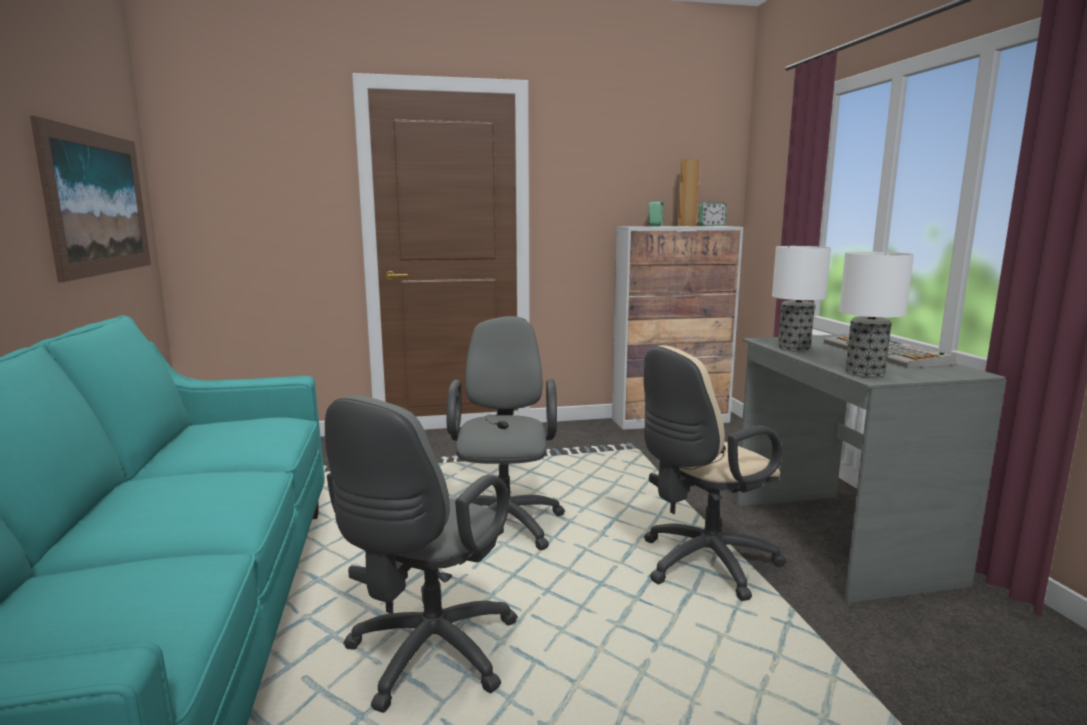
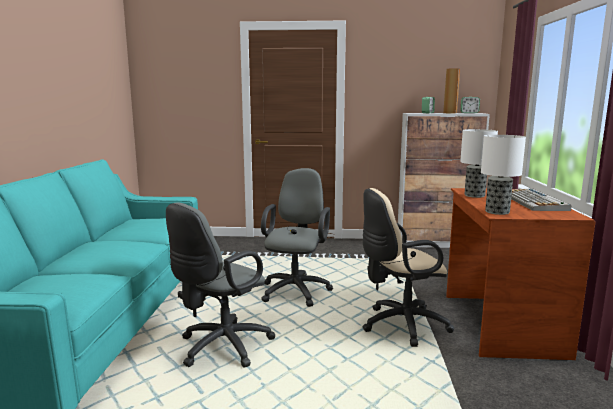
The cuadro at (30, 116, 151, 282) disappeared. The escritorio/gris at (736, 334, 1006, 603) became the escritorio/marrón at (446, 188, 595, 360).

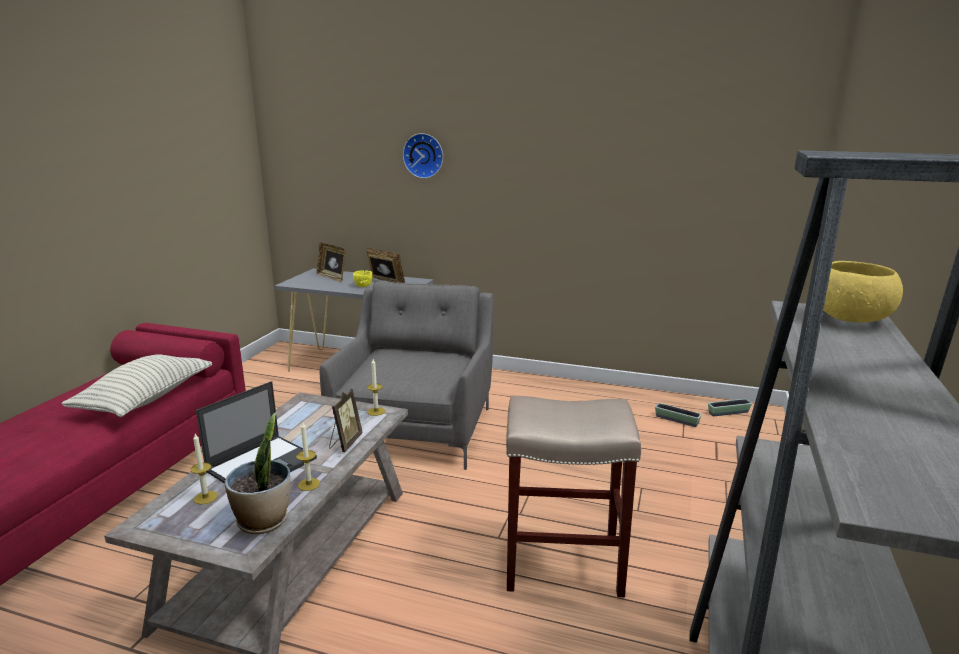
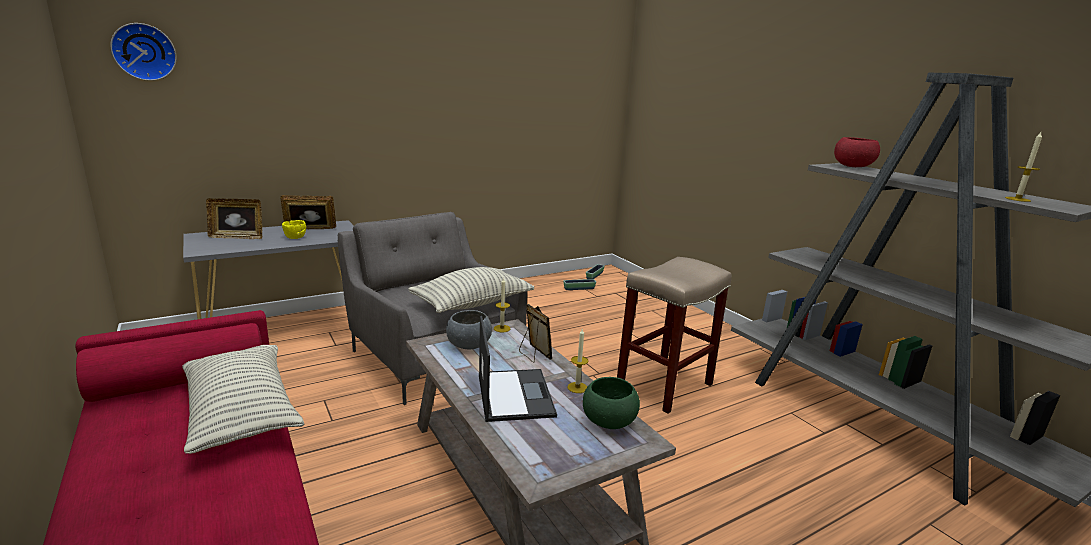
The cojín at (408, 267, 534, 313) appeared. The cuenco/gris at (446, 310, 492, 350) appeared. The vela moved from (190, 434, 218, 504) to (1005, 132, 1042, 202). The reloj de pared moved from (403, 133, 443, 179) to (110, 23, 177, 81). The planta en maceta at (225, 412, 290, 534) was replaced by the cuenco/verde at (583, 377, 640, 429). The cuenco/amarillo at (823, 261, 903, 323) became the cuenco/rojo at (834, 137, 880, 167).

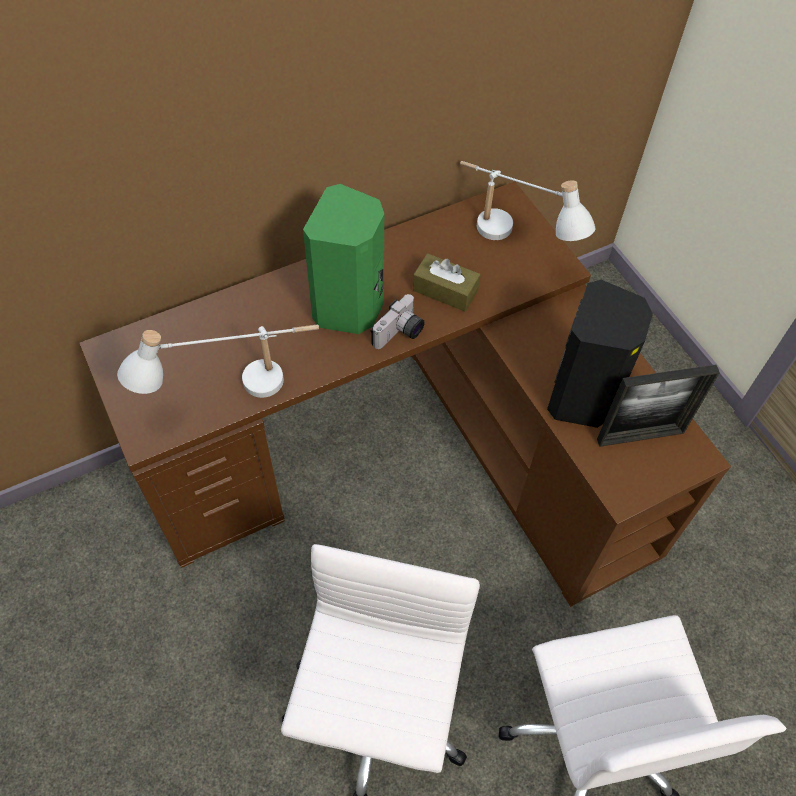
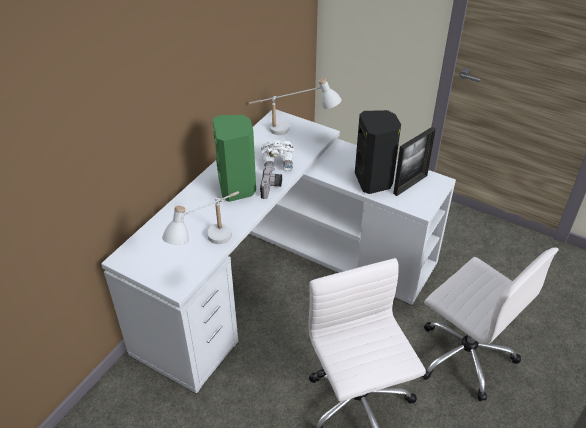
The caja de pañuelos/marrón at (413, 253, 481, 312) was replaced by the prismáticos/blanco at (261, 140, 294, 171). The escritorio/marrón at (79, 181, 731, 607) became the escritorio/blanco at (101, 109, 456, 395).

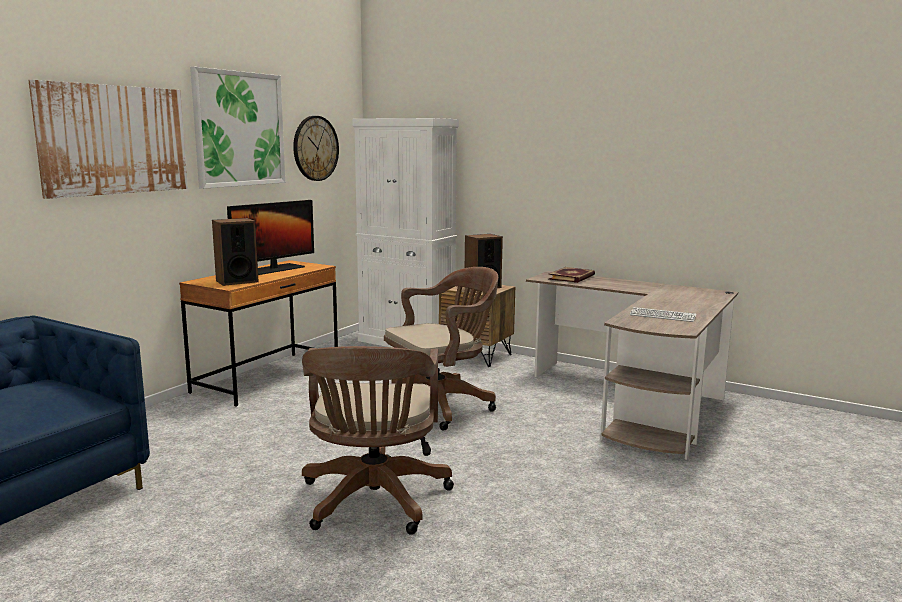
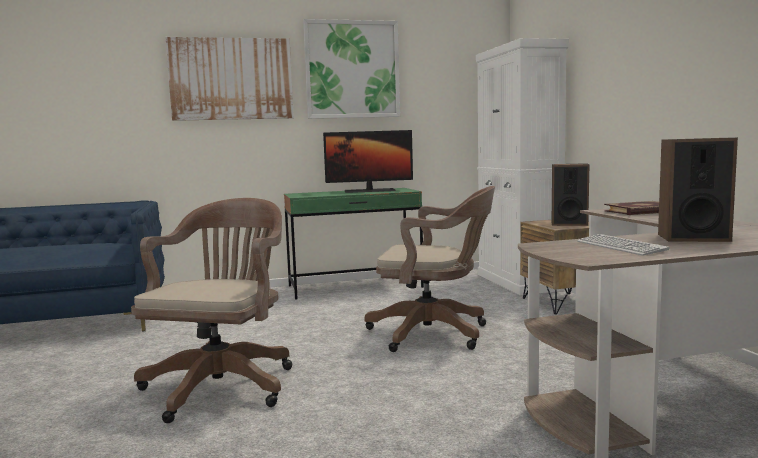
The reloj de pared at (293, 116, 339, 181) disappeared. The altavoz moved from (212, 218, 259, 286) to (658, 138, 738, 242). The escritorio/marrón at (179, 260, 338, 407) became the escritorio/verde at (284, 188, 424, 300). The silla de oficina/marrón at (302, 346, 454, 535) turned 150 degrees clockwise.

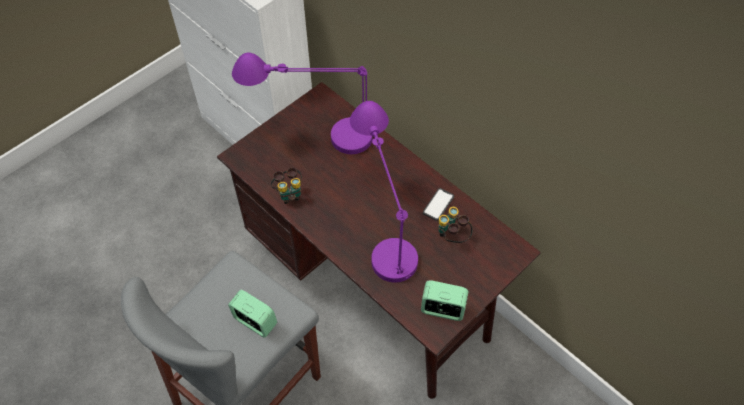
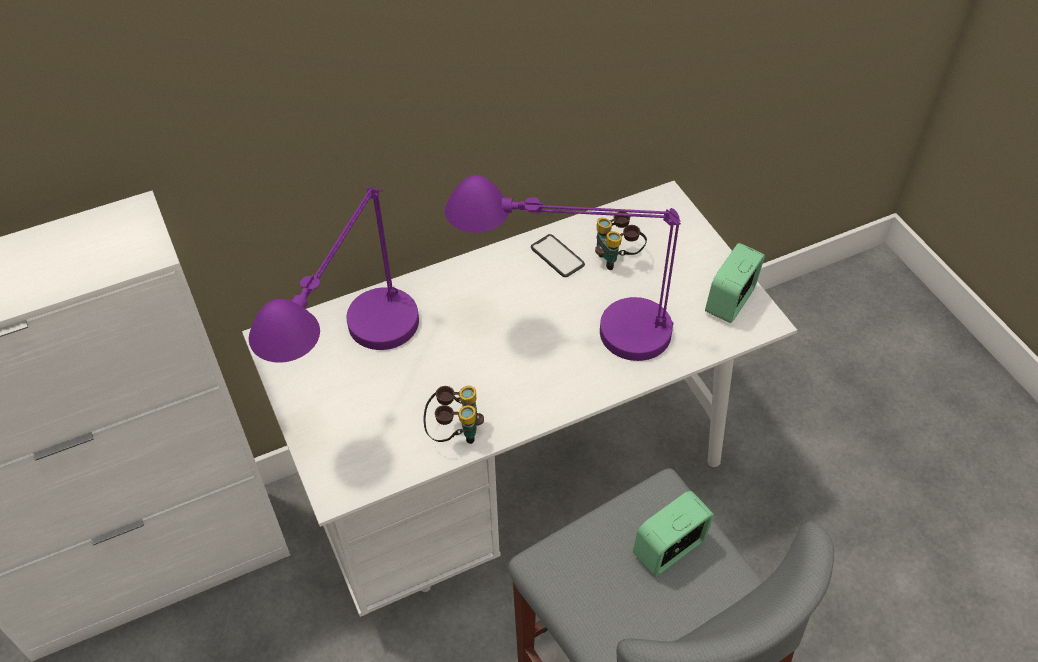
The escritorio/marrón at (217, 82, 541, 399) became the escritorio/blanco at (242, 181, 797, 617).

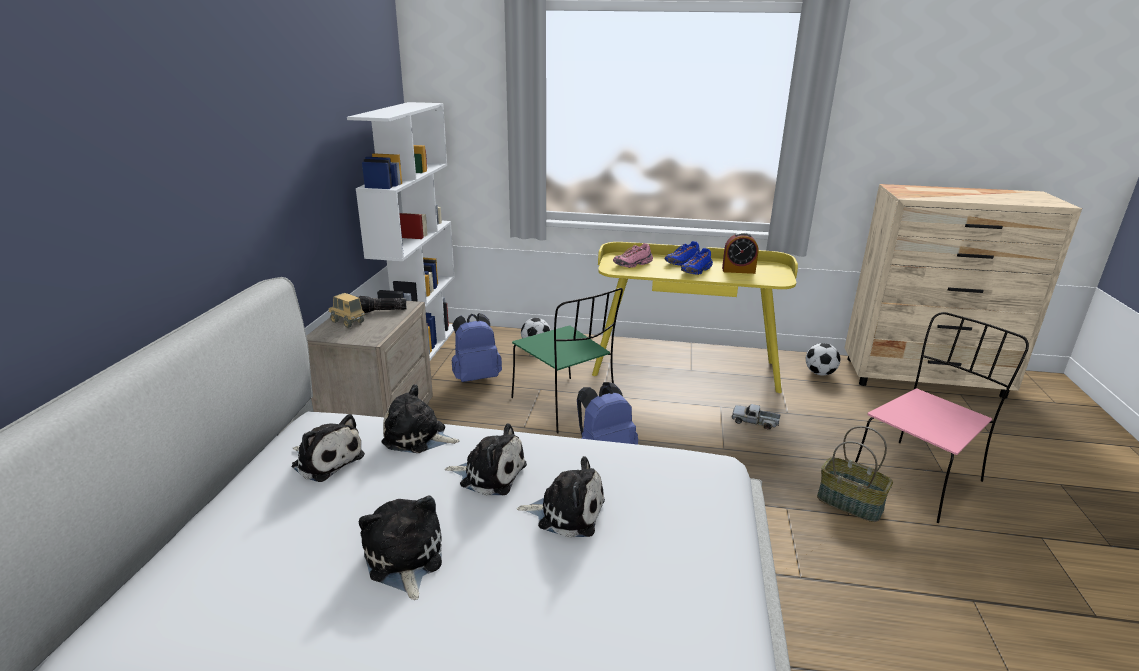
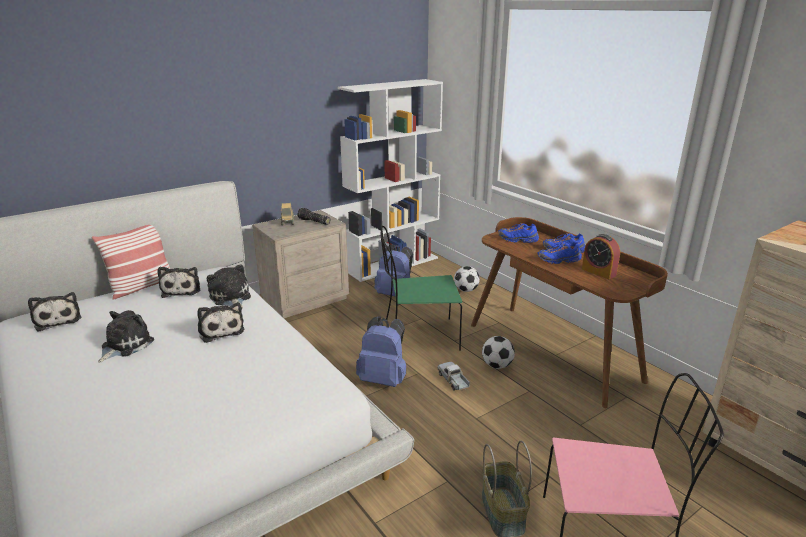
The cojín at (92, 225, 170, 300) appeared. The peluche moved from (517, 456, 605, 538) to (28, 292, 81, 332). The camión de juguete moved from (732, 404, 780, 430) to (438, 362, 470, 391). The balón de fútbol moved from (806, 343, 840, 376) to (482, 336, 515, 369). The escritorio/amarillo at (592, 242, 798, 393) became the escritorio/marrón at (471, 217, 668, 408). The zapato/rosa at (613, 243, 653, 268) became the zapato/azul at (498, 223, 539, 243). The silla/verde at (511, 288, 623, 433) turned 75 degrees clockwise.

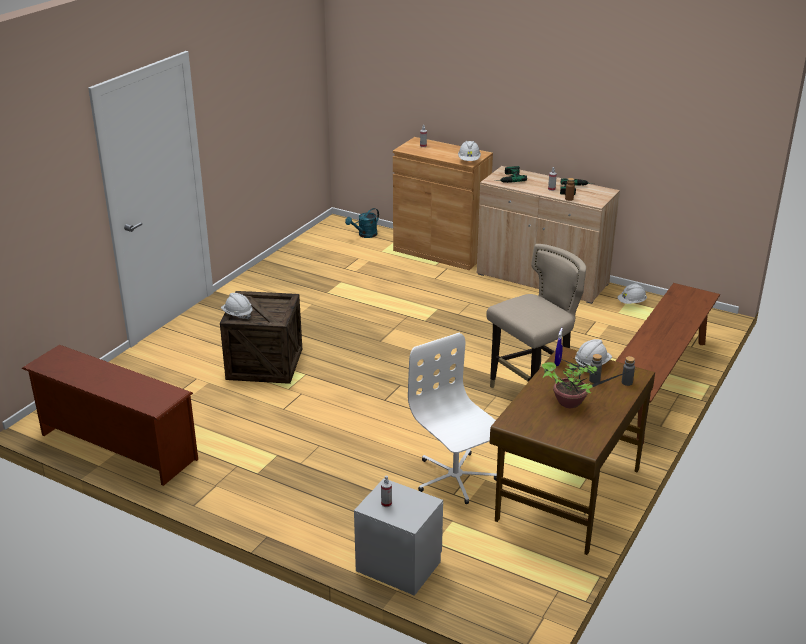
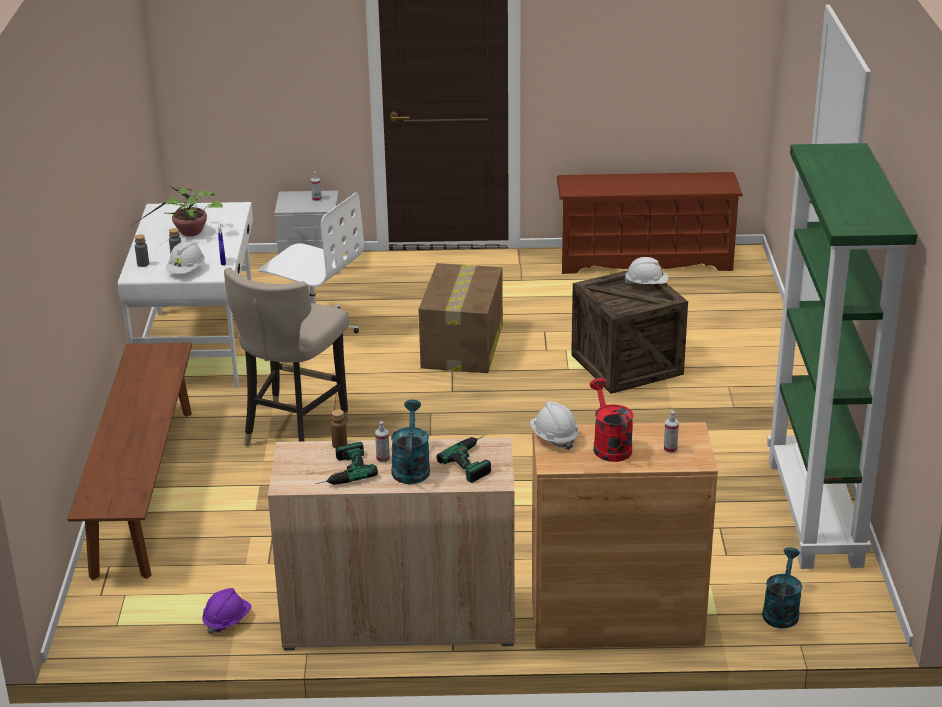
The regadera/turquesa at (391, 399, 430, 484) appeared. The caja de cartón at (418, 263, 503, 373) appeared. The regadera/rojo at (590, 378, 634, 462) appeared. The estantería/verde at (767, 143, 917, 569) appeared. The escritorio/marrón at (490, 347, 655, 555) became the escritorio/blanco at (118, 202, 253, 388). The casco/blanco at (618, 283, 647, 304) became the casco/morado at (202, 588, 252, 635).

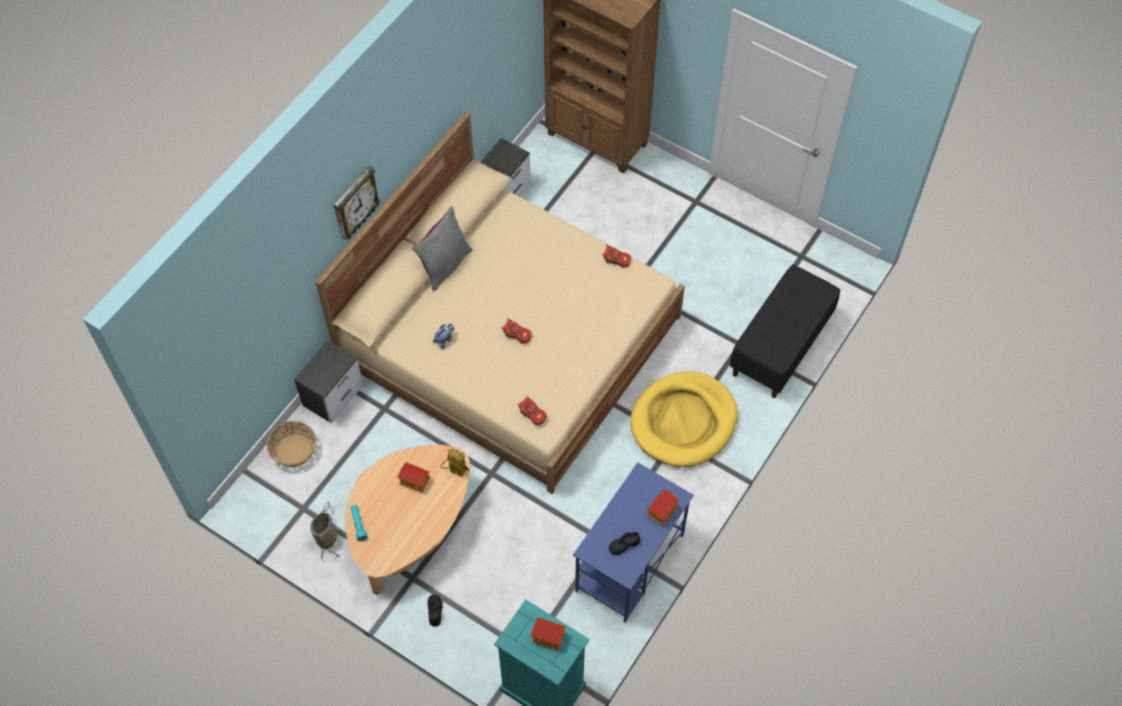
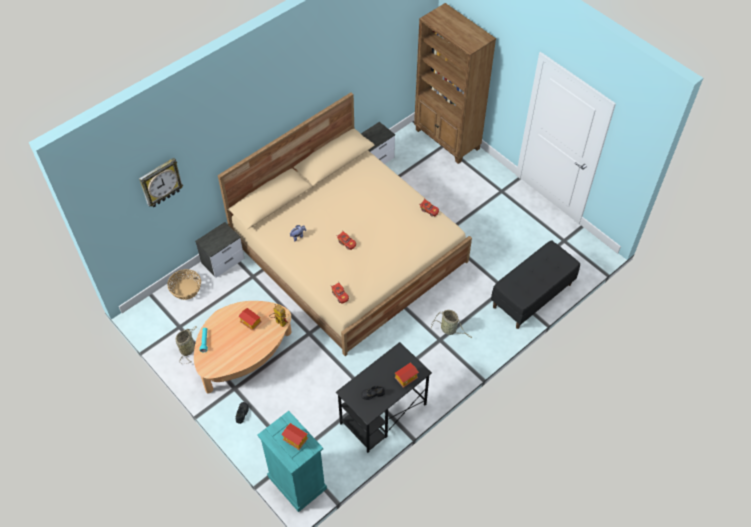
The cojín/gris at (412, 206, 472, 291) disappeared. The reloj de pared moved from (334, 166, 380, 240) to (139, 158, 183, 207). The cama para perro/amarillo at (630, 371, 738, 467) was replaced by the cesta at (431, 310, 472, 338). The escritorio/azul at (573, 462, 694, 623) became the escritorio/negro at (336, 342, 432, 453).

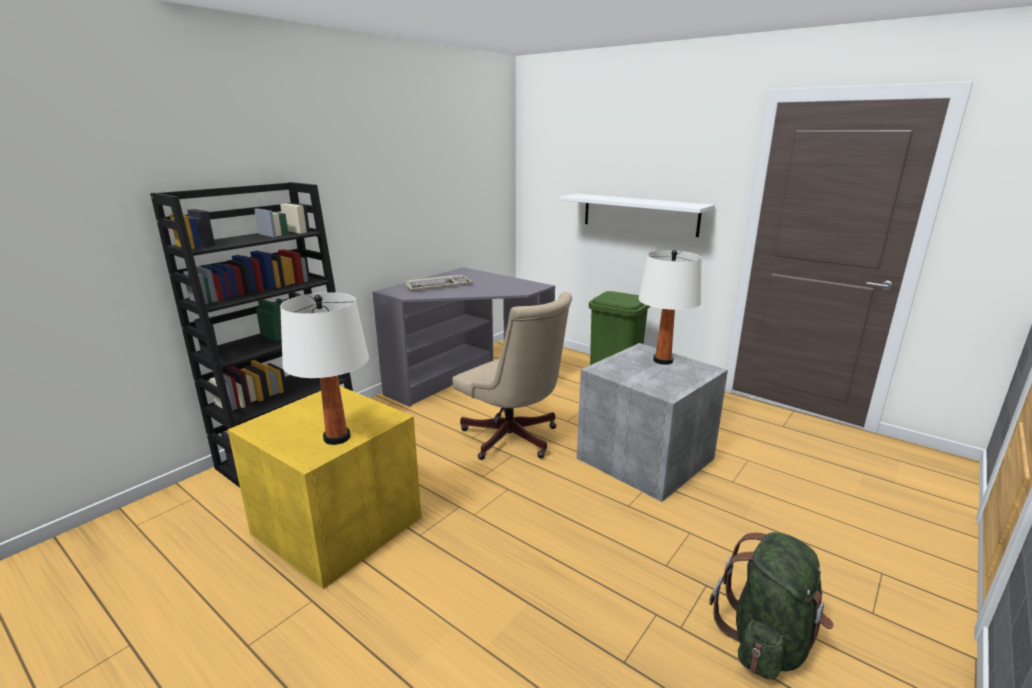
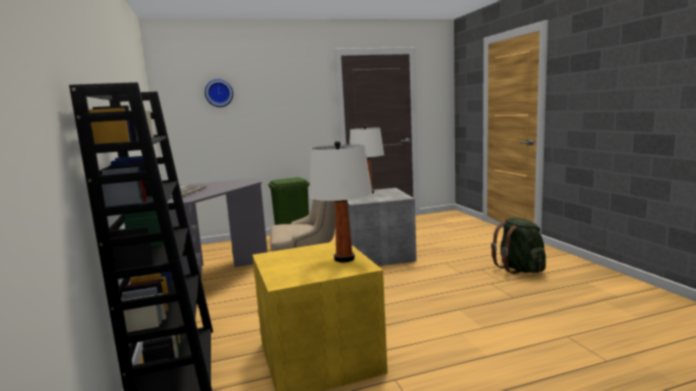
The estante/blanco at (559, 194, 715, 237) disappeared. The reloj de pared at (205, 79, 233, 107) appeared.

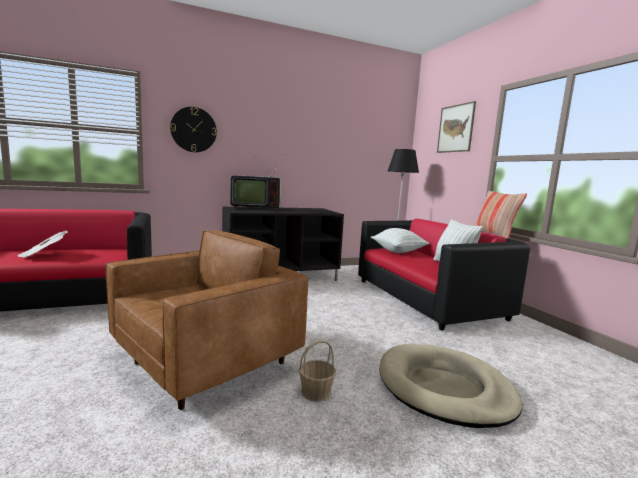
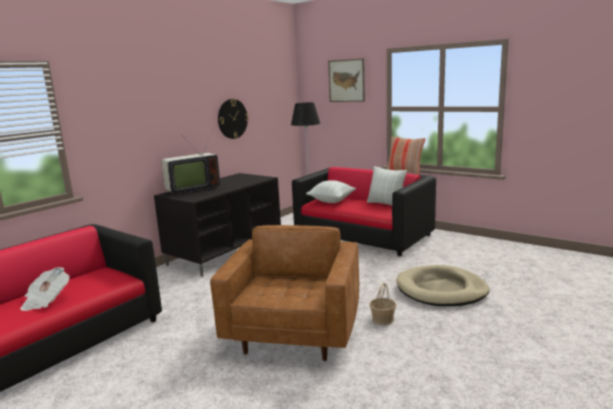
The reloj de pared moved from (170, 107, 217, 152) to (218, 99, 248, 139).

